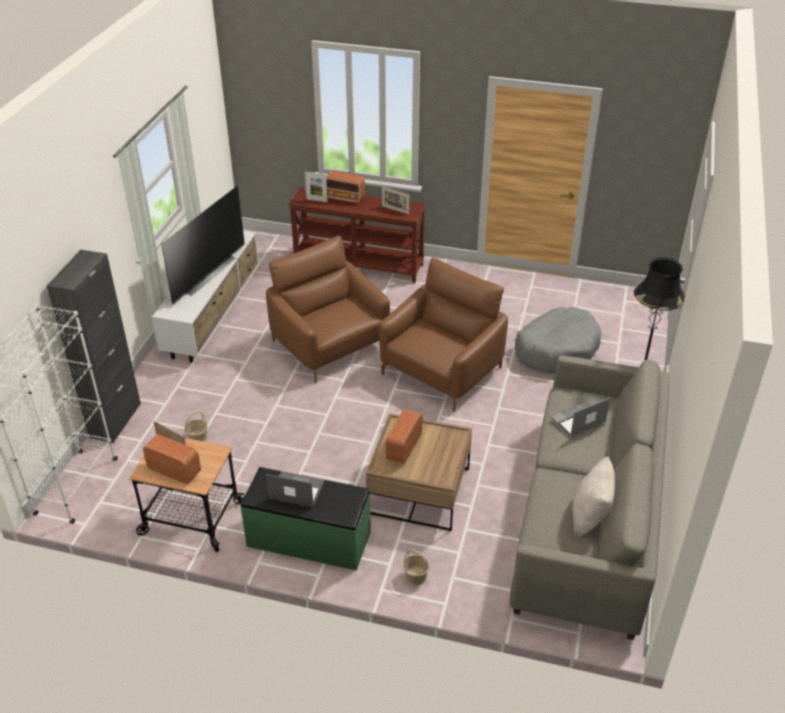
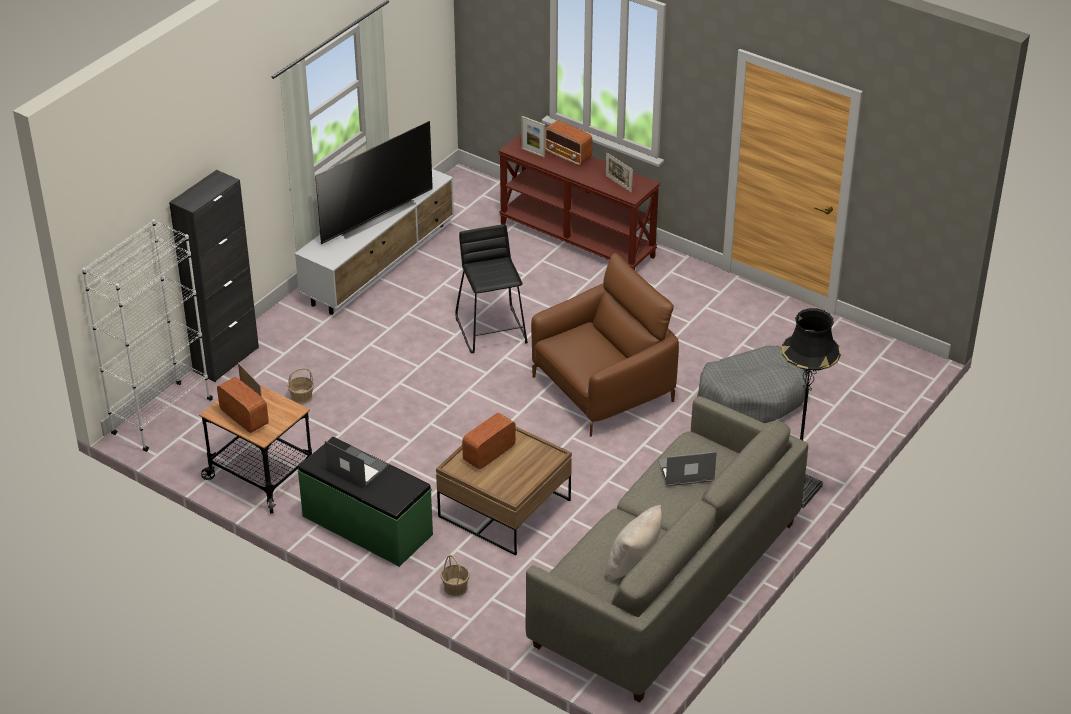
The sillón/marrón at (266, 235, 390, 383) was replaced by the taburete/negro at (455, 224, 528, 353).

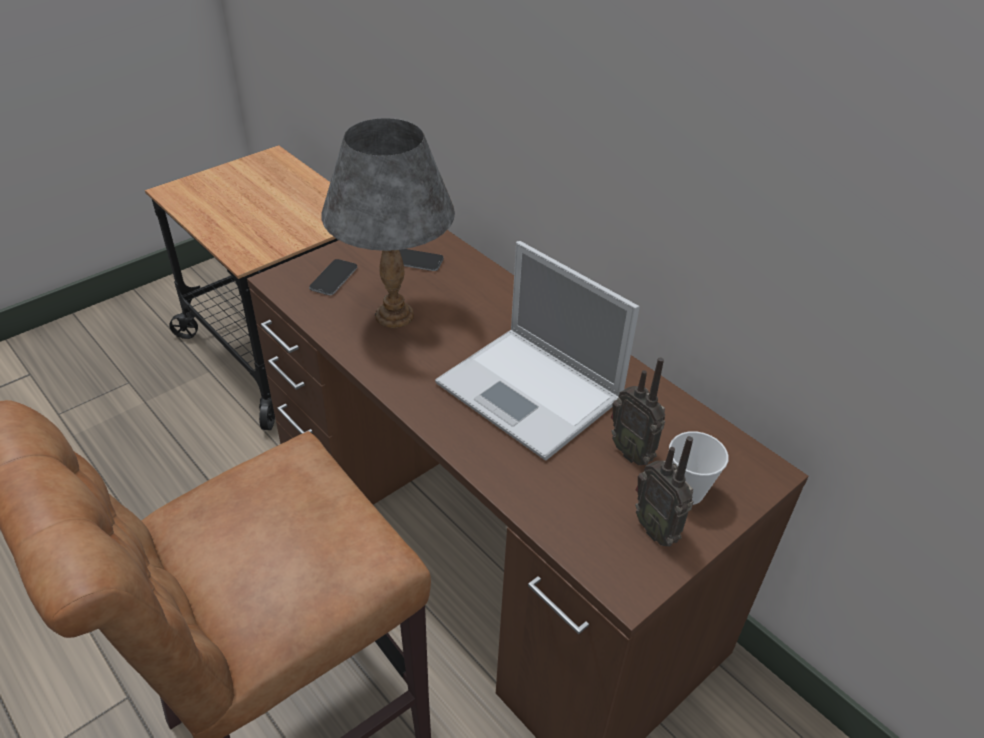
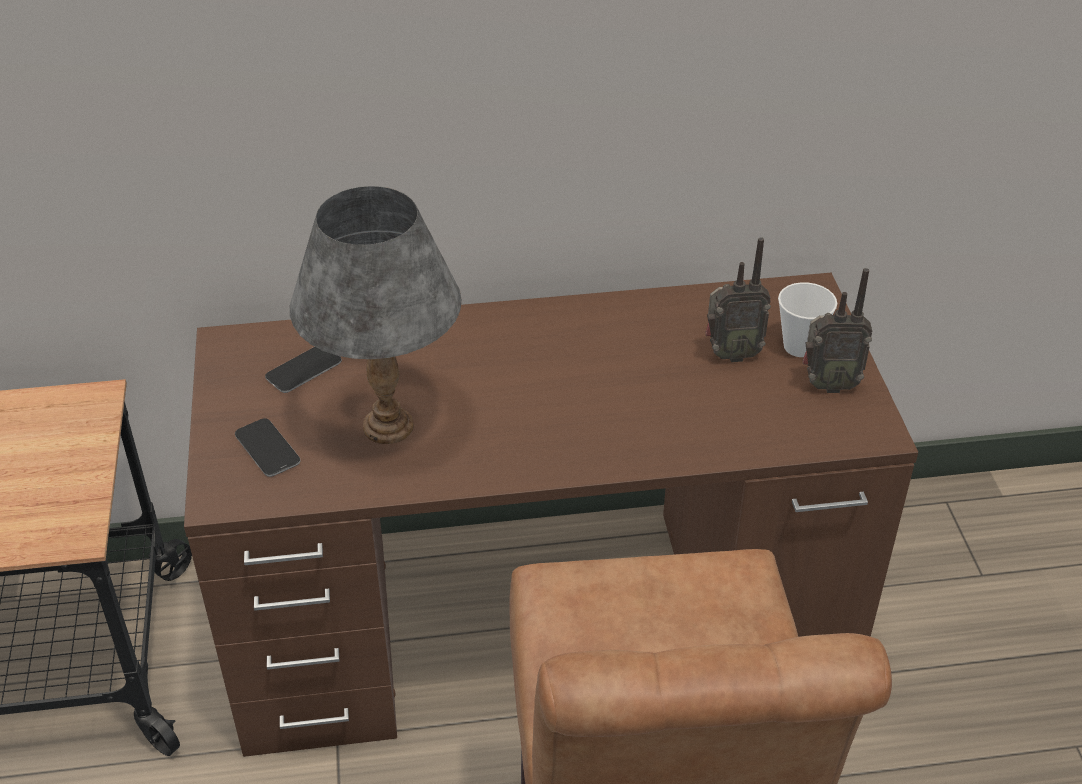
The portátil at (435, 241, 640, 461) disappeared.

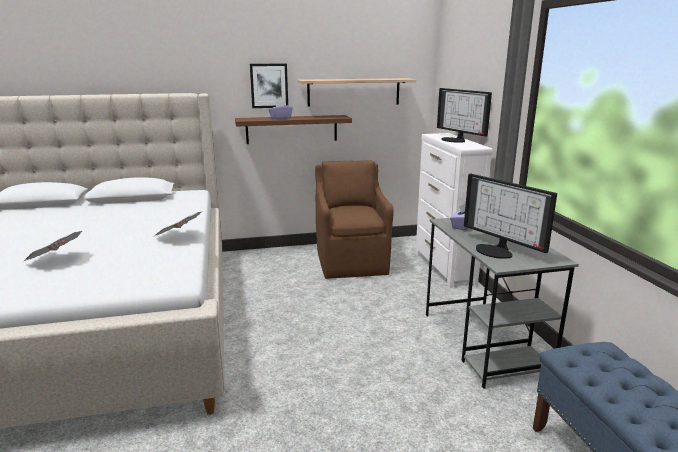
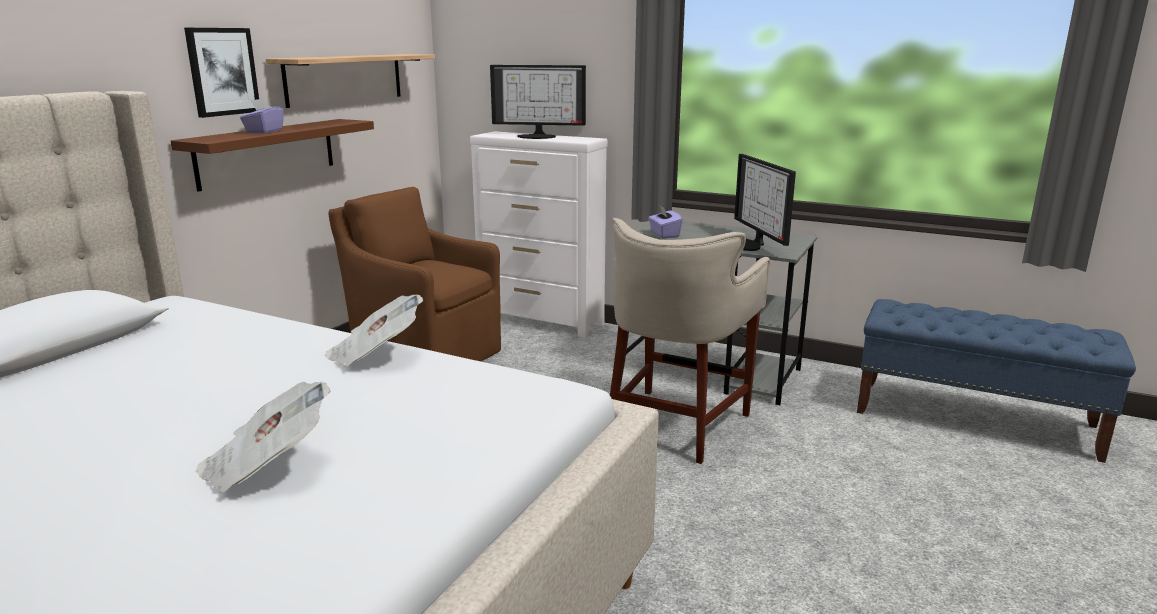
The taburete/beis at (610, 218, 770, 464) appeared. The monitor at (464, 174, 557, 259) turned 75 degrees clockwise.

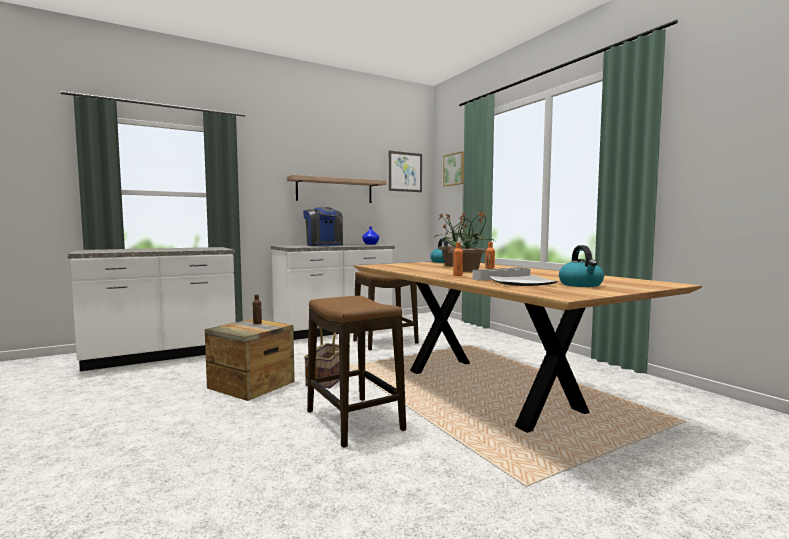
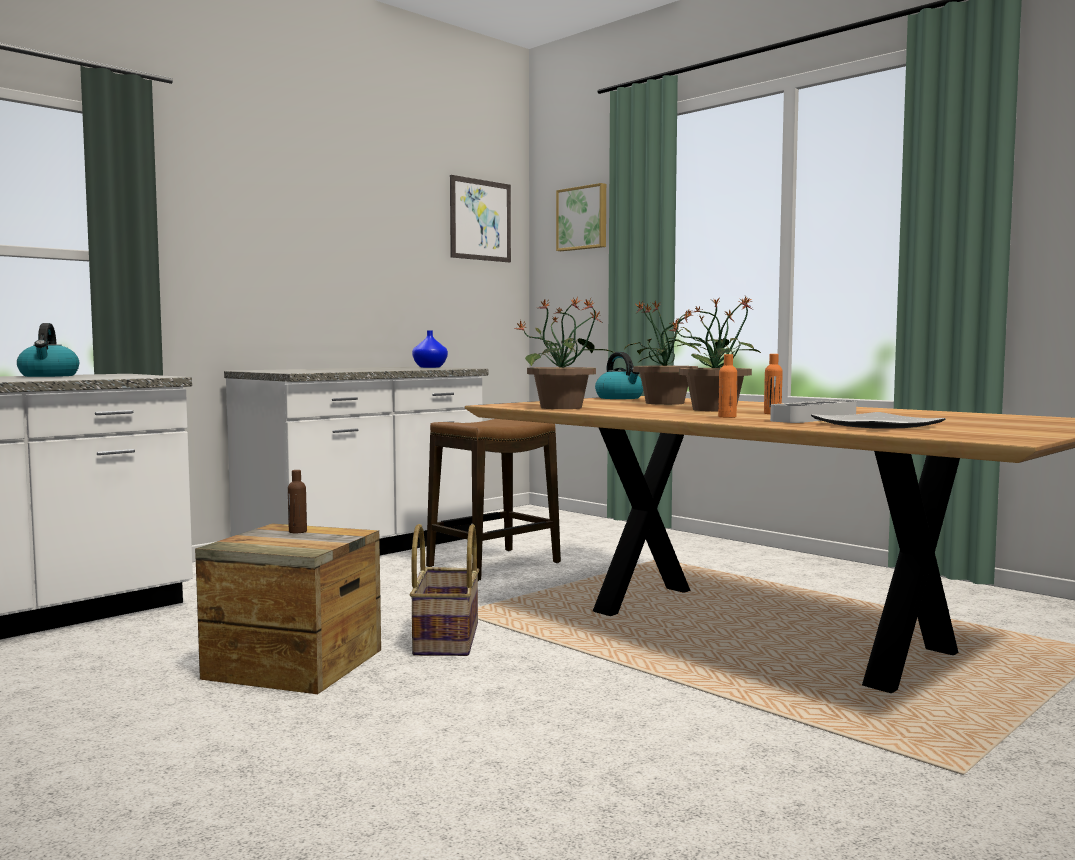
The estante at (287, 175, 387, 203) disappeared. The cafetera at (303, 207, 343, 246) disappeared. The taburete at (307, 296, 406, 448) disappeared. The planta en maceta at (514, 296, 616, 409) appeared. The hervidor moved from (559, 245, 604, 287) to (17, 323, 79, 377).

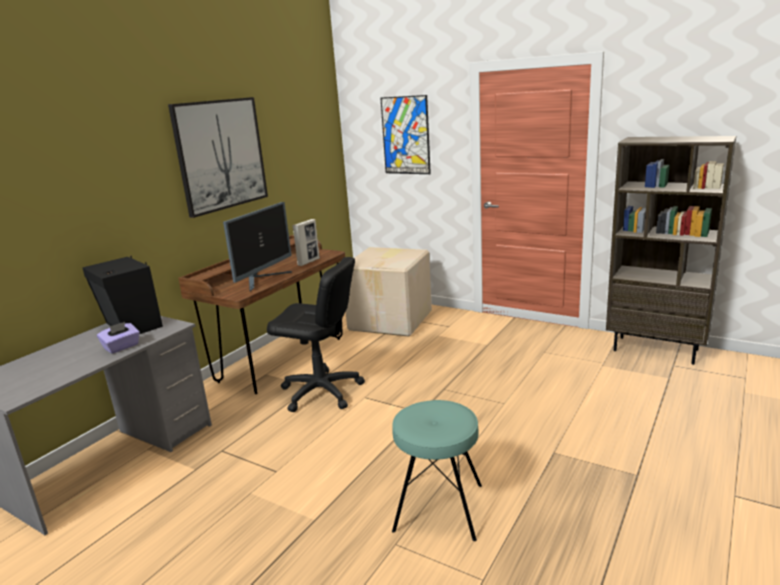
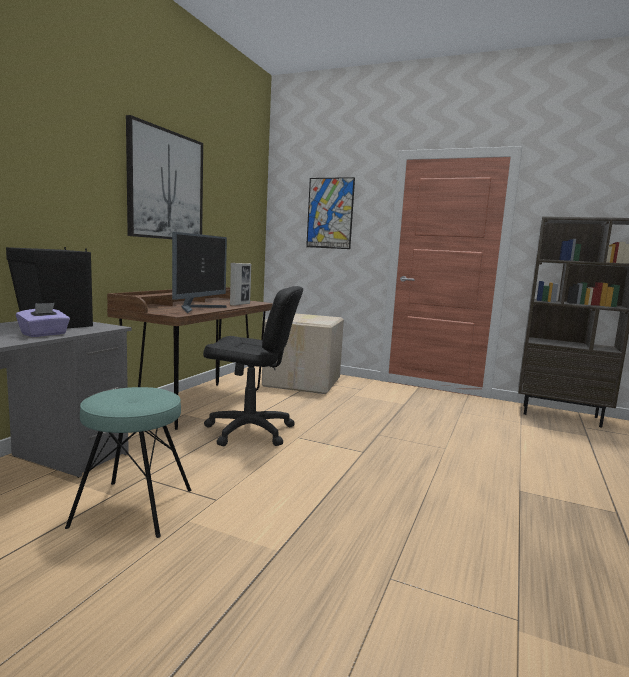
The taburete/turquesa moved from (392, 400, 482, 541) to (65, 387, 192, 538).

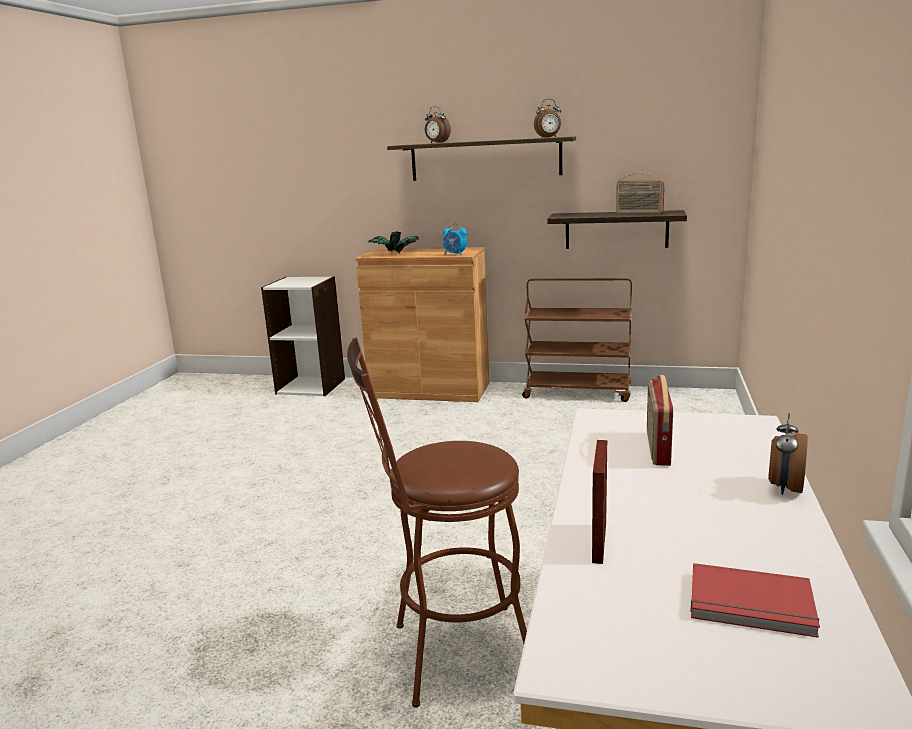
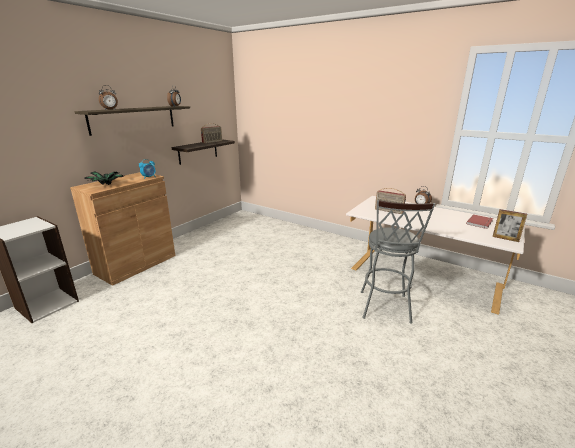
The carrito/marrón at (522, 278, 632, 402) disappeared. The portarretratos moved from (592, 440, 607, 564) to (492, 209, 527, 242). The taburete/marrón at (347, 337, 527, 708) became the taburete/gris at (361, 200, 435, 323).

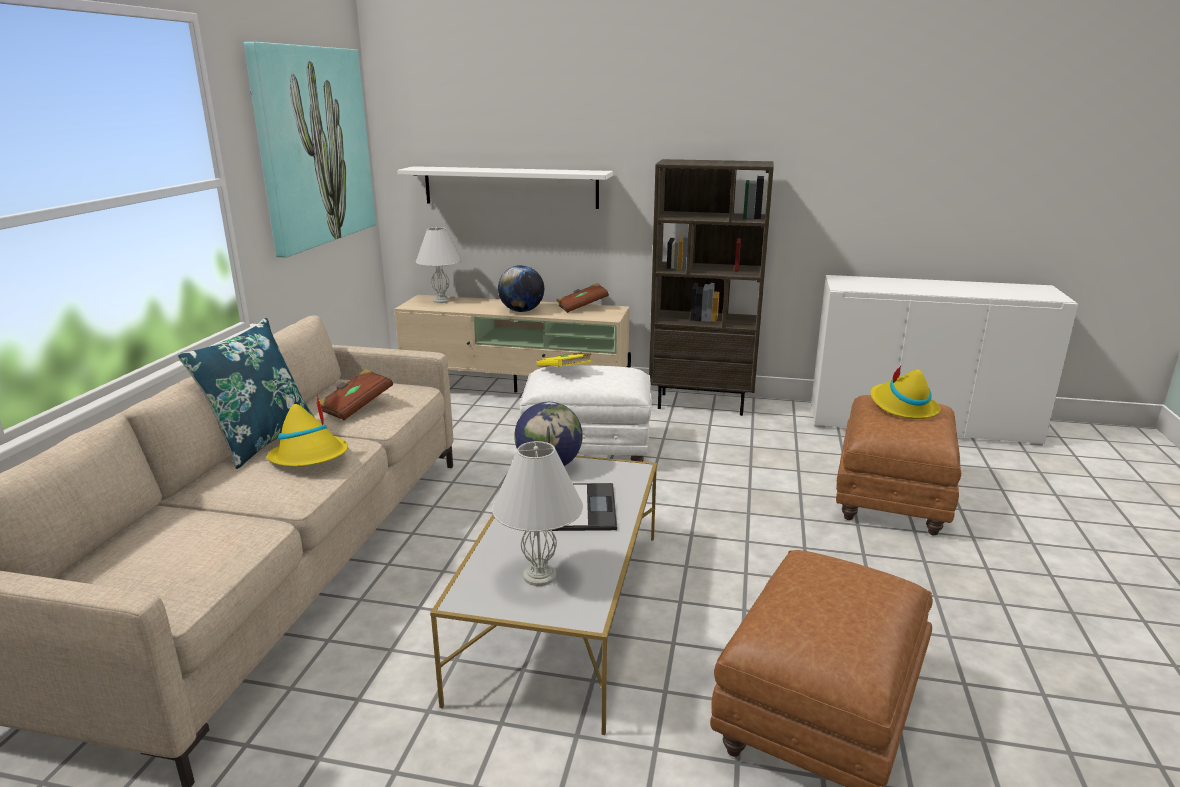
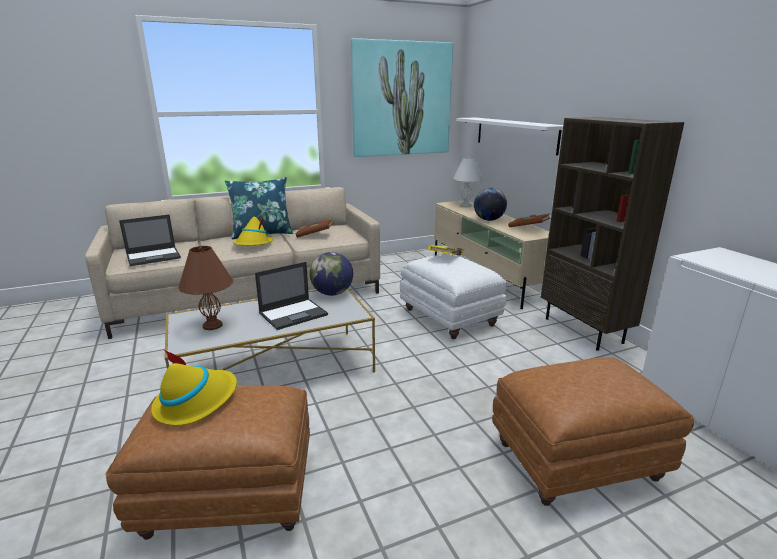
The portátil at (119, 214, 181, 266) appeared. The sombrero/amarillo moved from (870, 366, 941, 419) to (151, 349, 237, 426). The lámpara de mesa/blanco at (492, 441, 583, 586) became the lámpara de mesa/marrón at (178, 246, 233, 330).

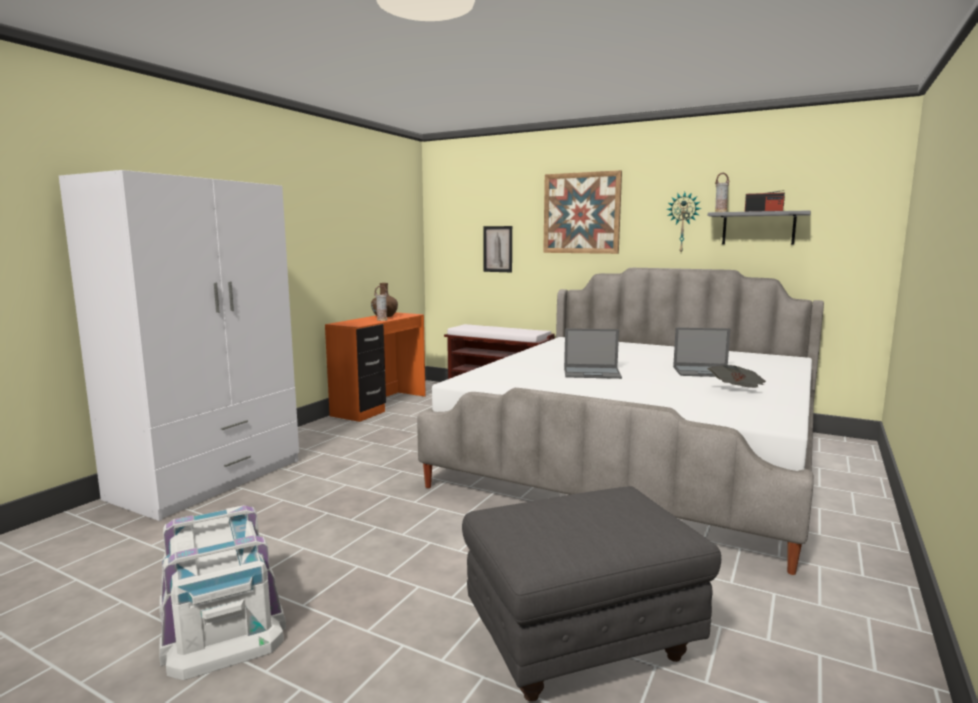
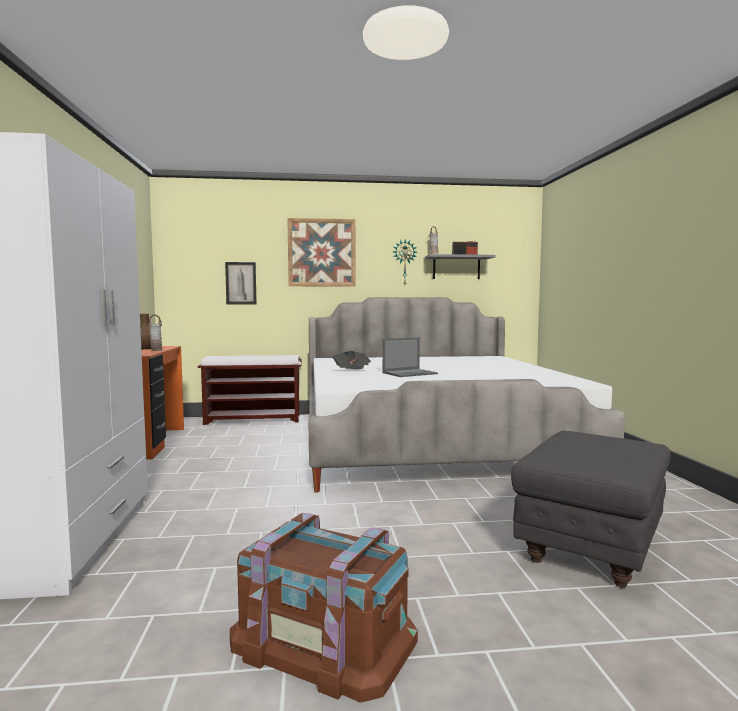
The portátil at (673, 327, 730, 377) disappeared. The periódico moved from (708, 365, 766, 388) to (332, 351, 371, 369). The caja de almacenaje/blanco at (159, 505, 286, 680) became the caja de almacenaje/marrón at (230, 513, 418, 703).

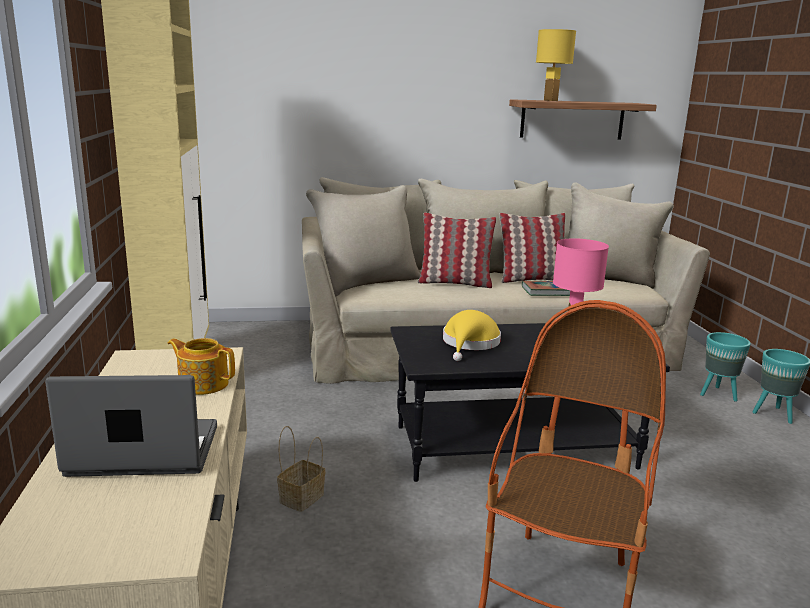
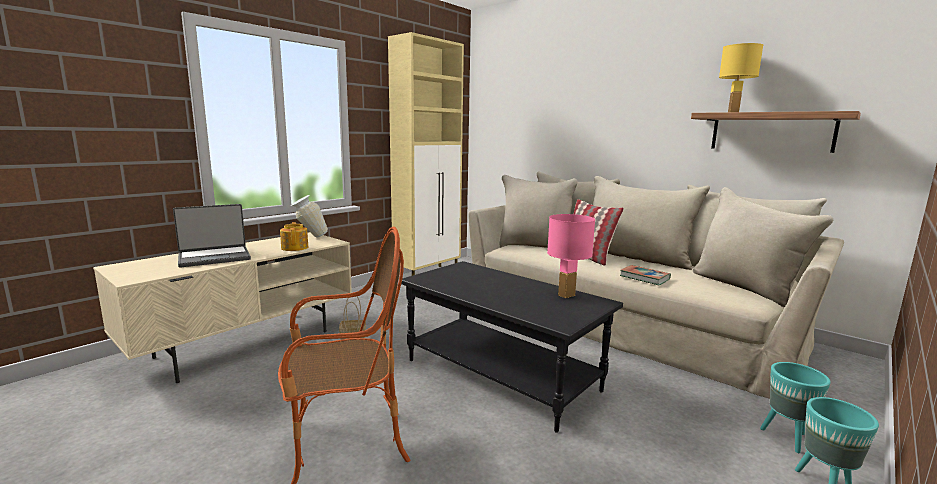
The sombrero/amarillo at (443, 310, 501, 361) disappeared. The cojín at (499, 213, 565, 283) disappeared. The florero at (291, 195, 328, 238) appeared. The portátil at (45, 375, 217, 477) turned 105 degrees clockwise.

